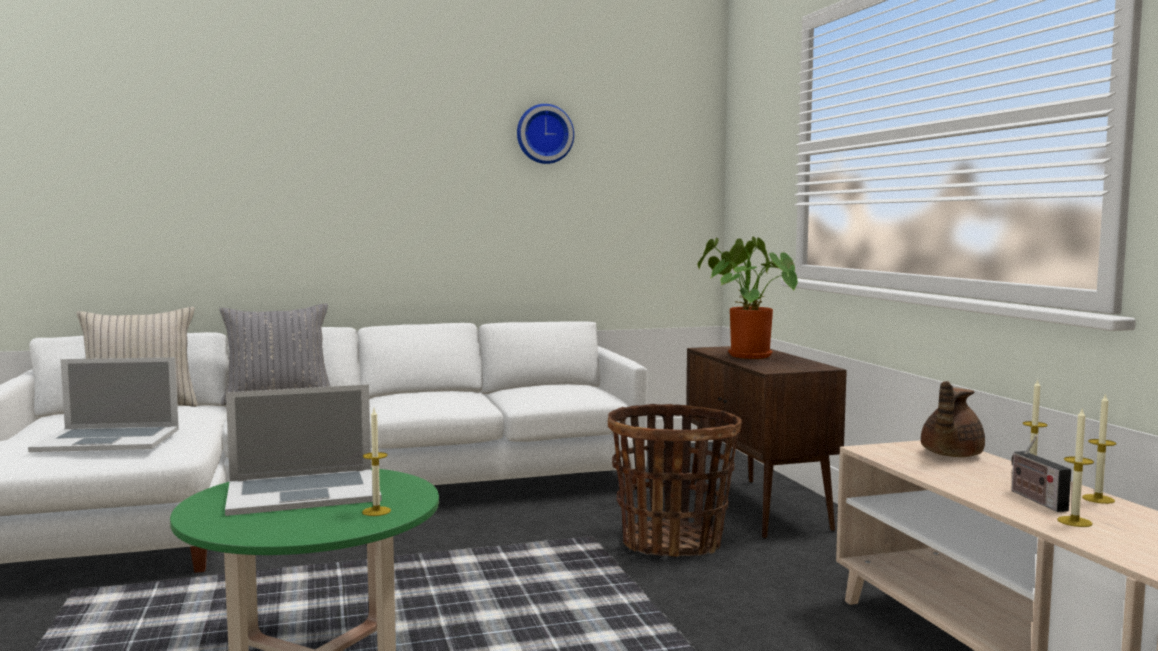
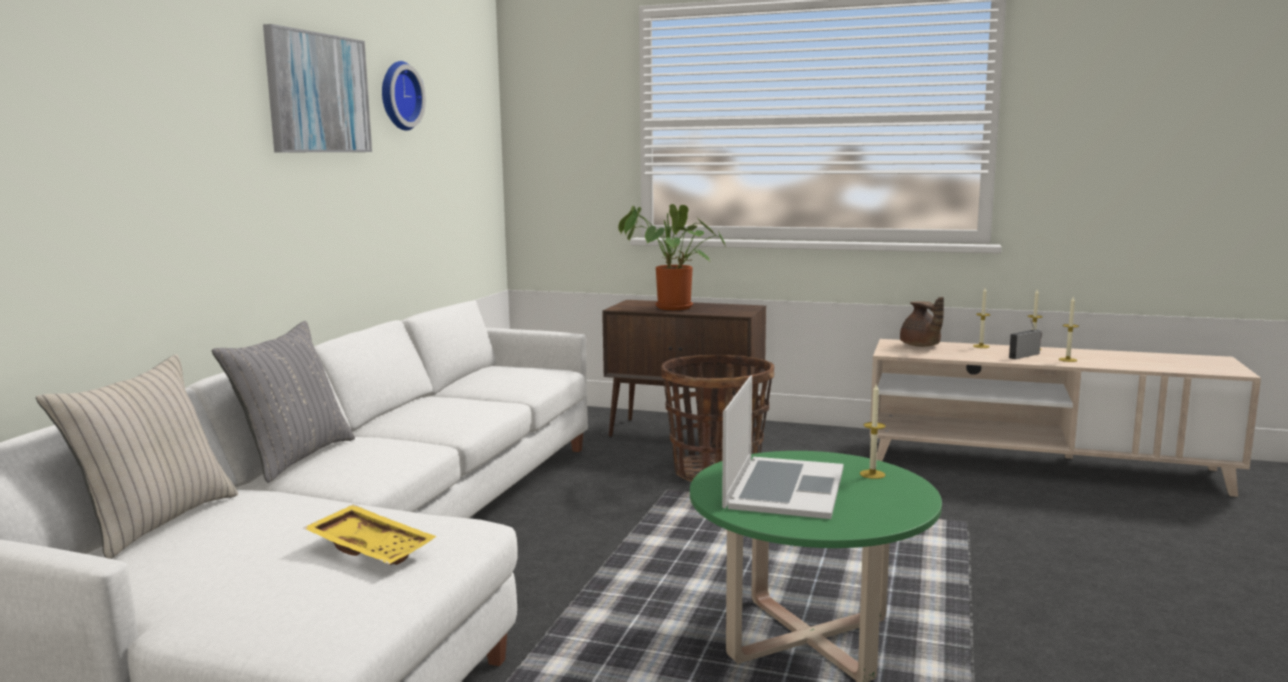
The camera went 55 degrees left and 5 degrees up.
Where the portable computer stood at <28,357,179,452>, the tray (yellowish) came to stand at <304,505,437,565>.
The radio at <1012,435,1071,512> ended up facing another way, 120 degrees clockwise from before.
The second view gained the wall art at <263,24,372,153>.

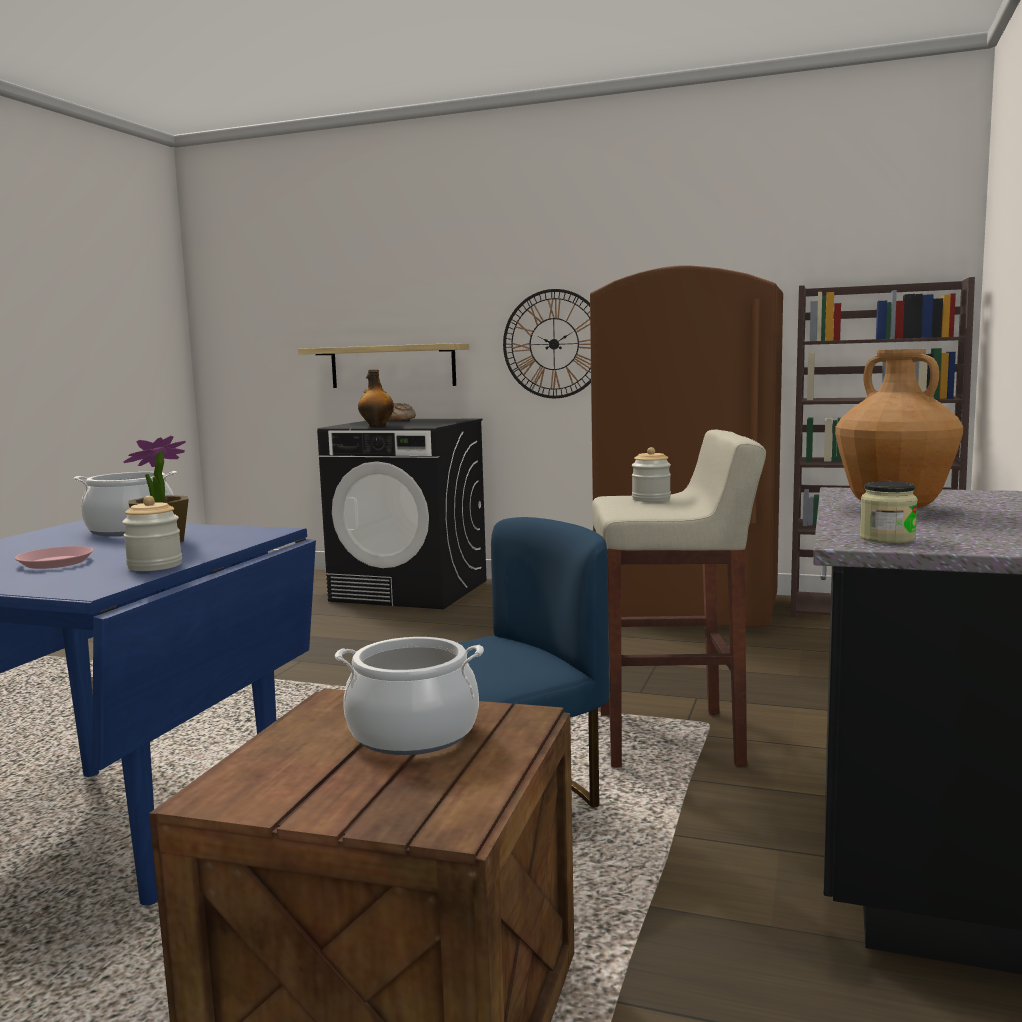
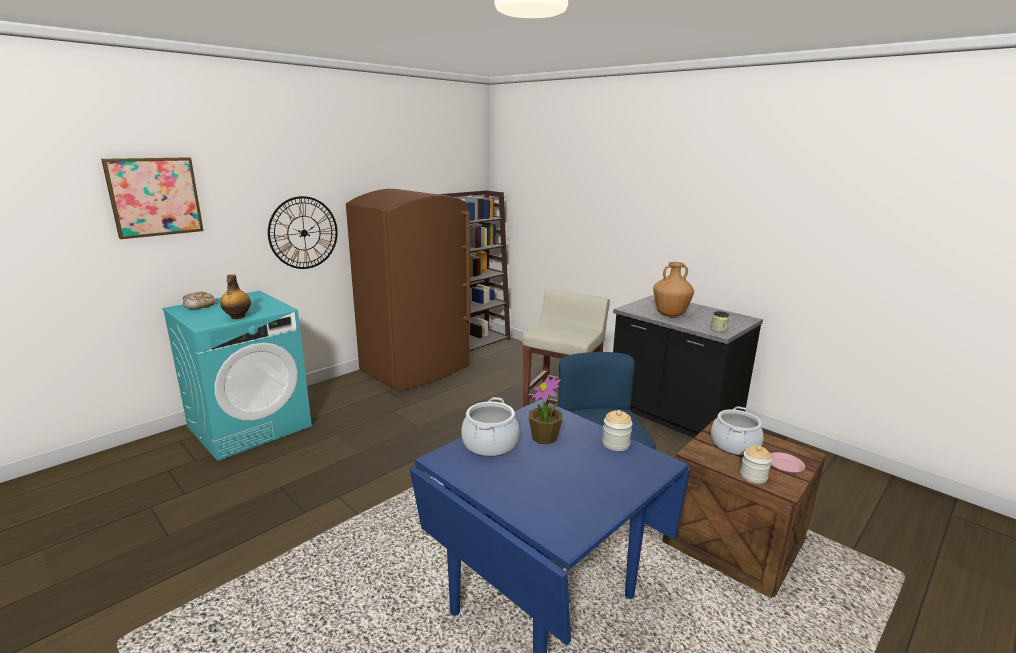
The camera went 65 degrees left and 10 degrees up.
The second view lost the bracket shelf at <298,343,469,388>.
What was the washing machine (black) at <317,419,487,609> turned into the washing machine (turquoise-coloured) at <162,291,312,461>.
The preserve jar ended up elsewhere, having gone from <632,447,671,502> to <740,445,772,484>.
The plate (pink-coloured) ended up elsewhere, having gone from <15,546,93,569> to <770,452,805,474>.
The second view gained the wall art at <101,157,204,239>.

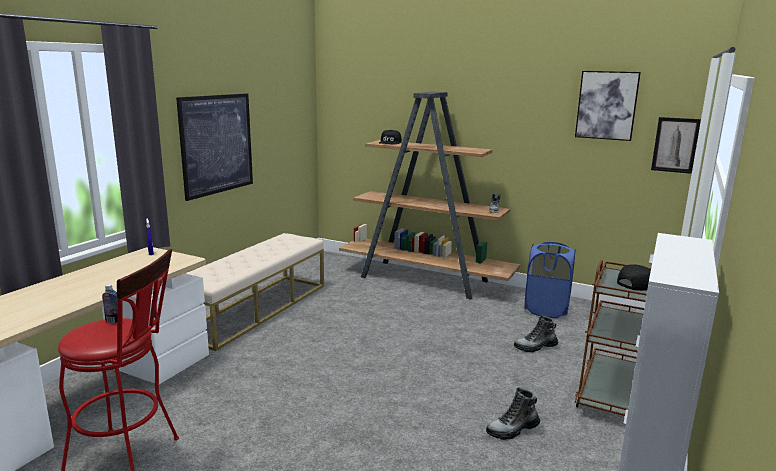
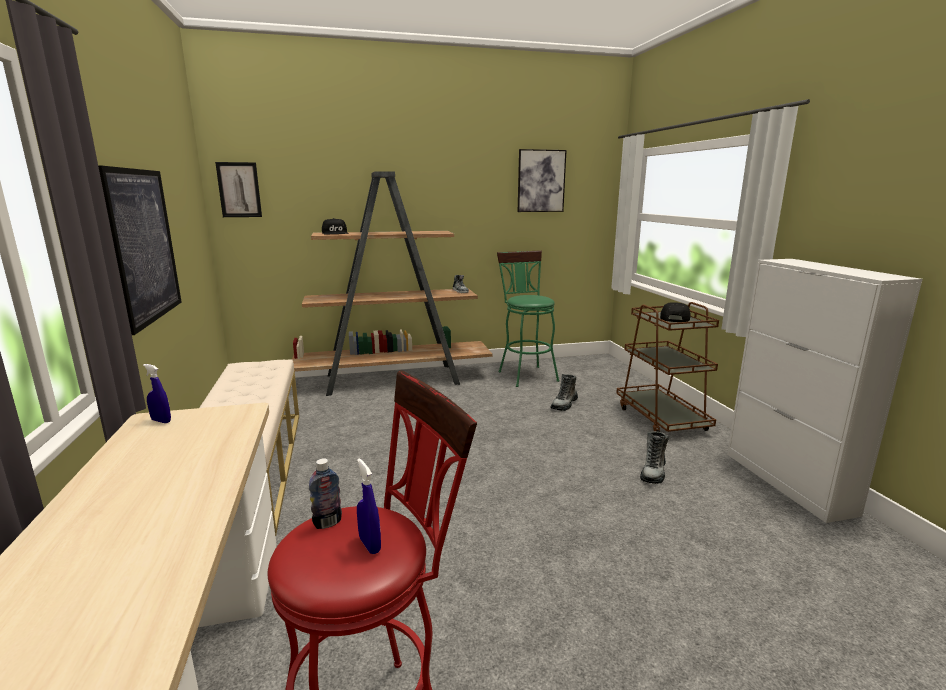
The camera went 40 degrees left and 0 degrees up.
The wall art ended up elsewhere, having gone from <651,117,701,174> to <215,162,262,217>.
Where the hamper (blue) stood at <525,242,576,318>, the stool (greenish) came to stand at <497,250,559,387>.
The second view gained the hand sprayer (blue) at <357,458,381,554>.

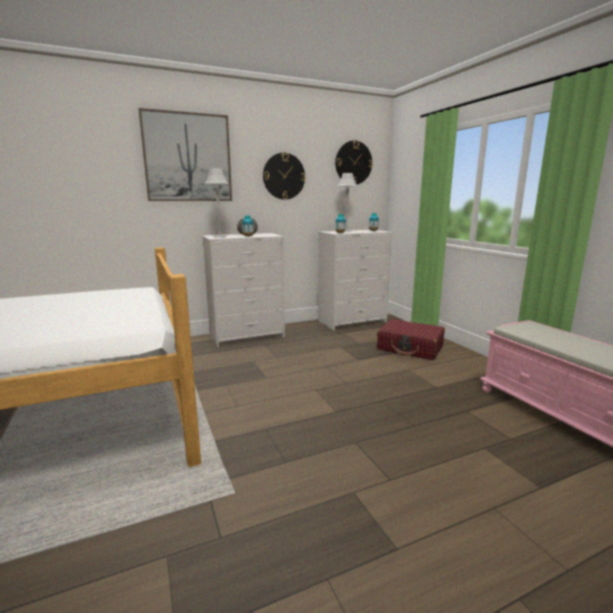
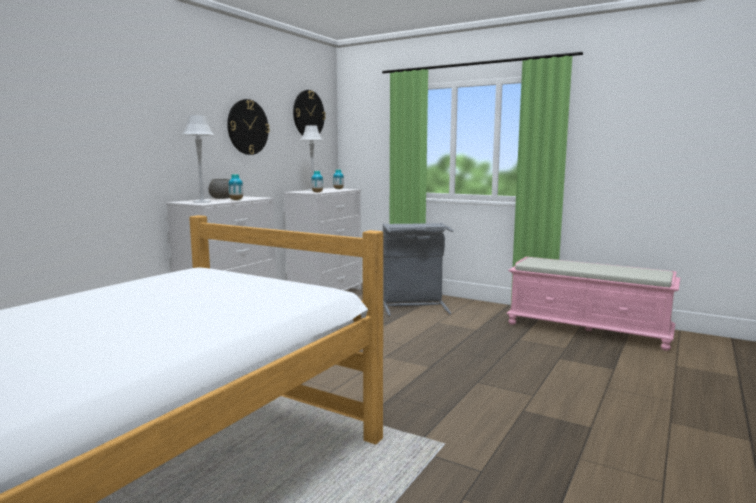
The camera went 35 degrees left and 5 degrees down.
The second view lost the wall art at <139,108,232,201>.
Where the piece of luggage (reddish) stood at <377,319,445,360>, the hamper (greyish) came to stand at <383,223,453,316>.

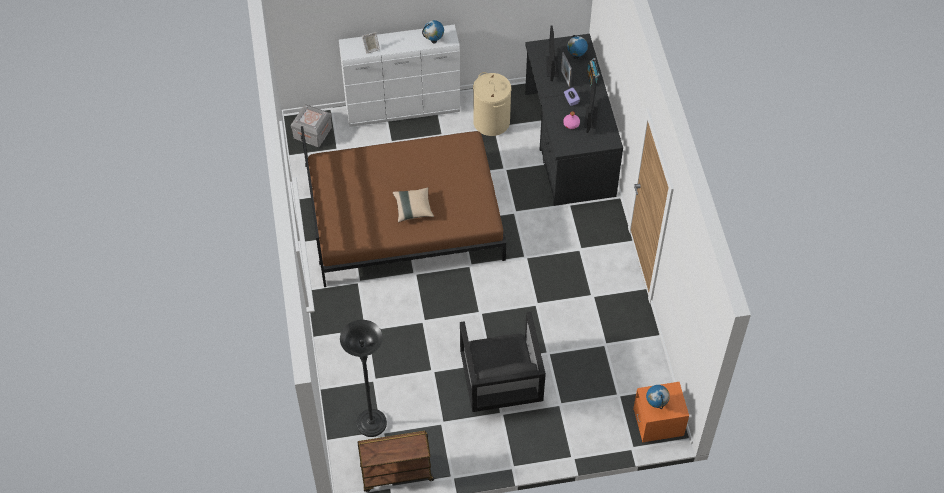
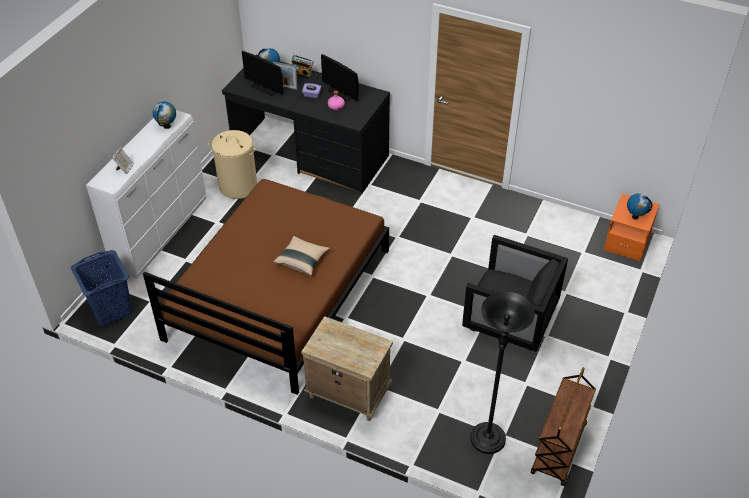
The camera went 55 degrees left and 10 degrees down.
Where the storage container (greyish) stood at <291,104,332,147>, the hamper (blue) came to stand at <71,250,132,326>.
The second view gained the night table (beige-coloured) at <301,316,393,421>.

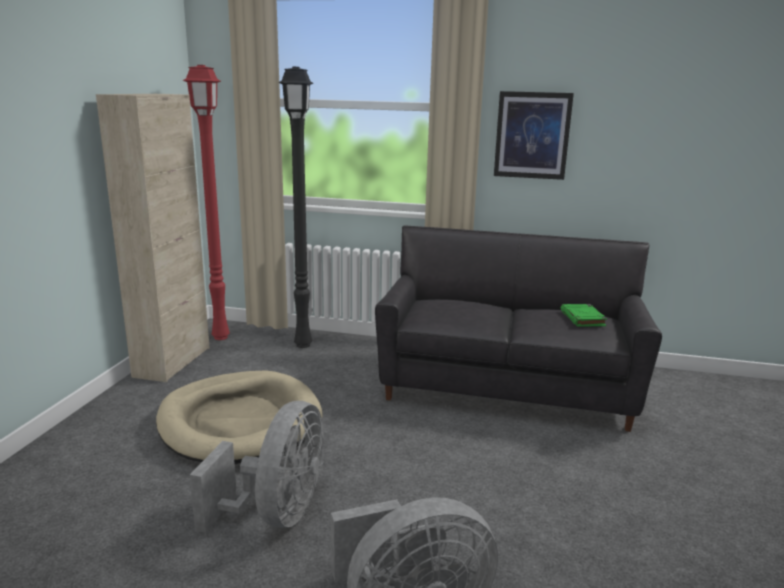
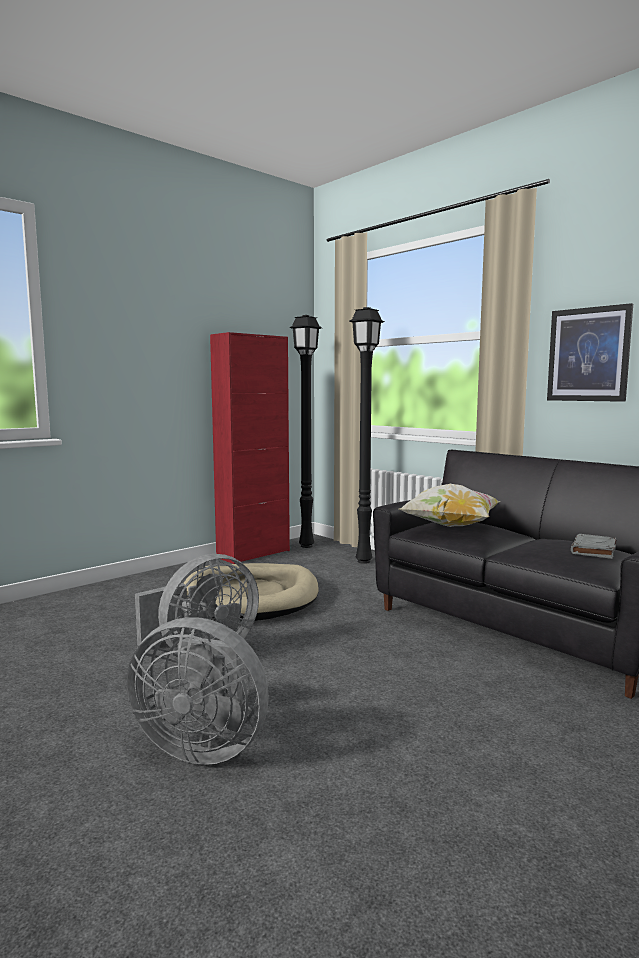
The camera went 35 degrees right and 10 degrees down.
What was the standing lamp (reddish) at <183,65,230,340> turned into the standing lamp (black) at <289,315,322,548>.
What was the storage cabinet (beige-coloured) at <96,94,210,382> turned into the storage cabinet (reddish) at <210,332,290,564>.
What was the bound book (greenish) at <560,304,607,327> turned into the bound book (greyish) at <571,534,616,559>.
The second view gained the pillow at <400,484,501,527>.

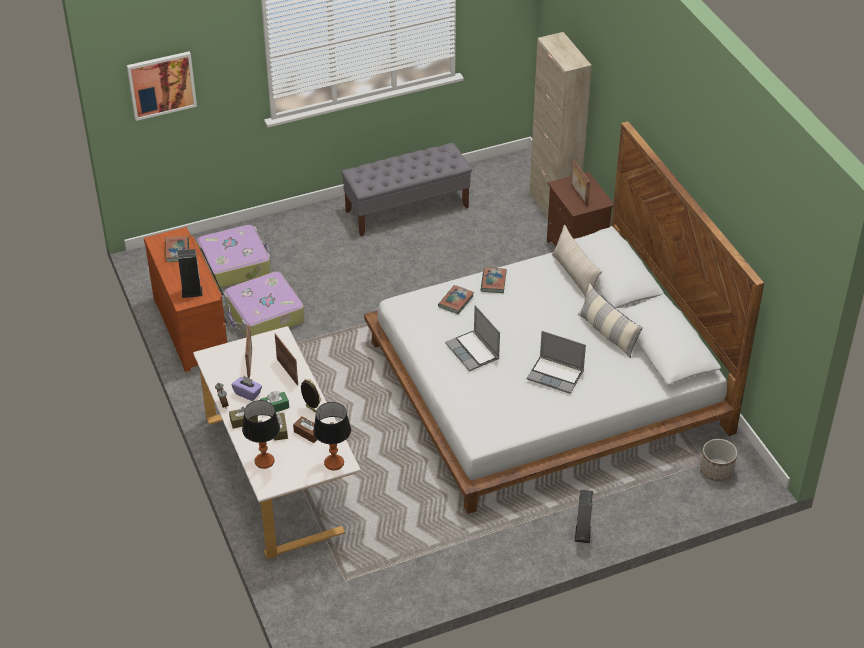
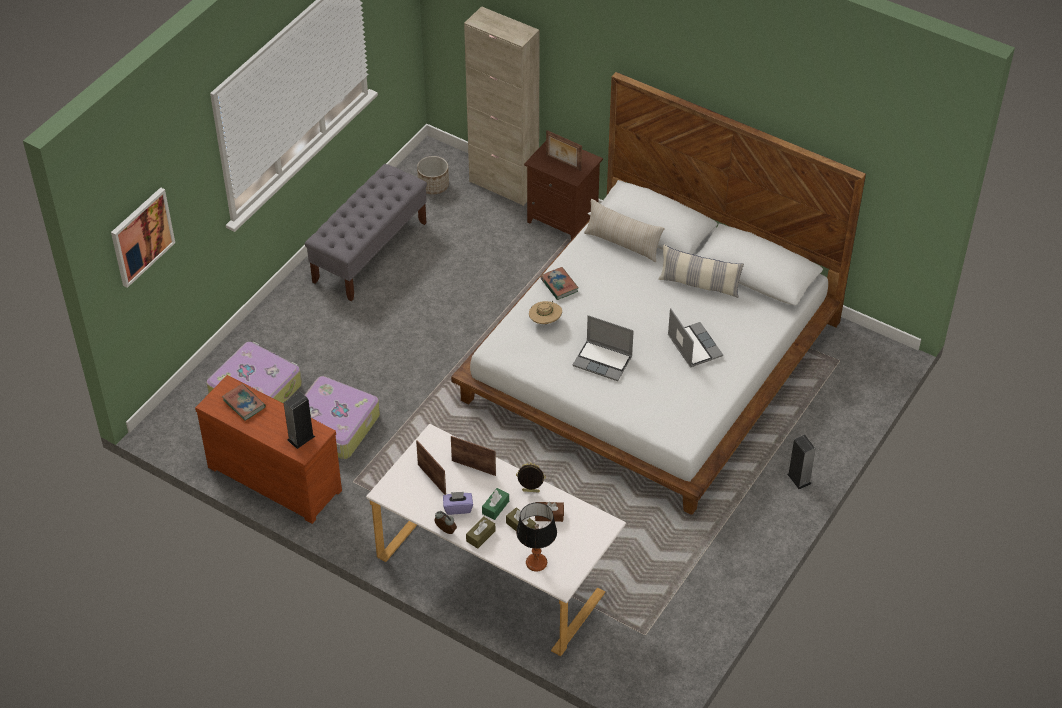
The camera went 35 degrees left and 5 degrees up.
Where the bound book stood at <438,285,474,314>, the hat (beige-coloured) came to stand at <529,301,562,324>.
The portable computer at <527,331,586,394> ended up facing another way, 105 degrees counterclockwise from before.
The second view lost the lamp for a table at <313,402,351,470>.
The flower pot ended up elsewhere, having gone from <700,439,737,481> to <417,156,449,195>.

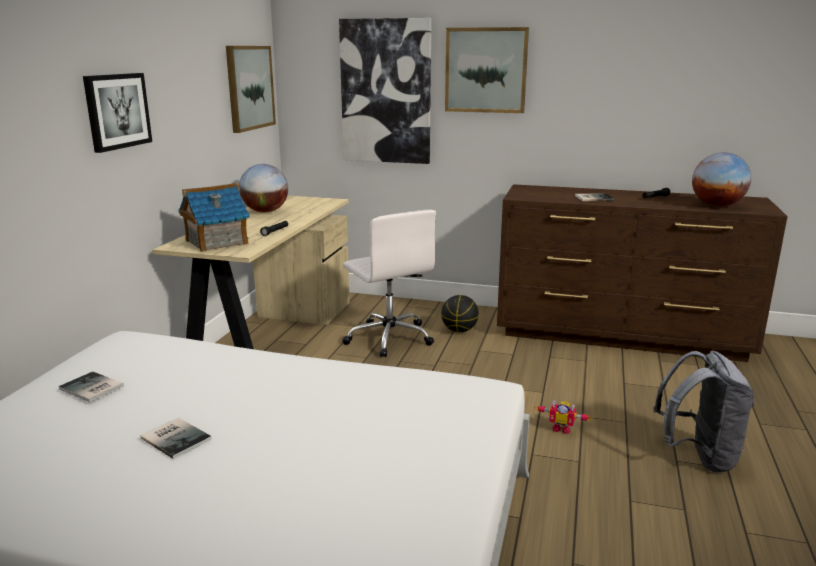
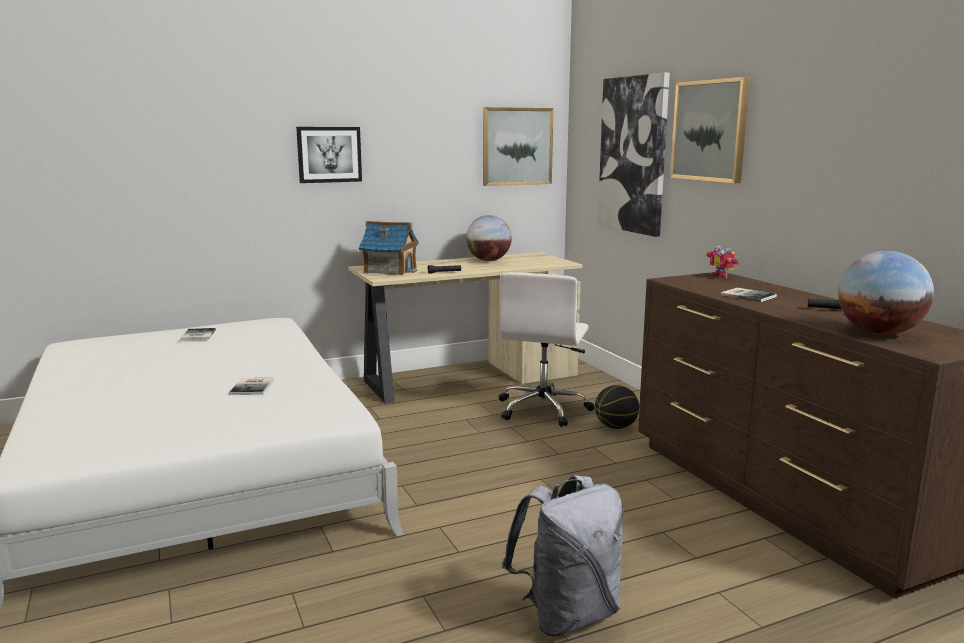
The camera went 50 degrees right and 5 degrees down.
The model robot ended up elsewhere, having gone from <534,400,592,434> to <706,246,740,278>.
The bound book ended up elsewhere, having gone from <140,418,212,459> to <229,378,274,395>.

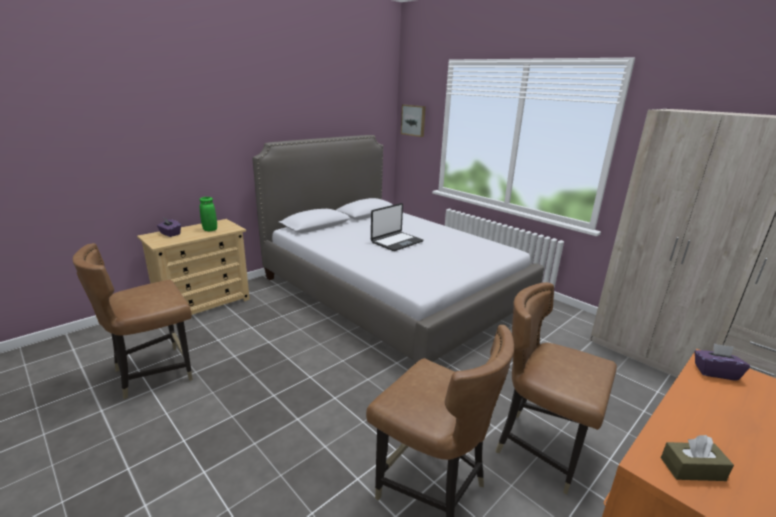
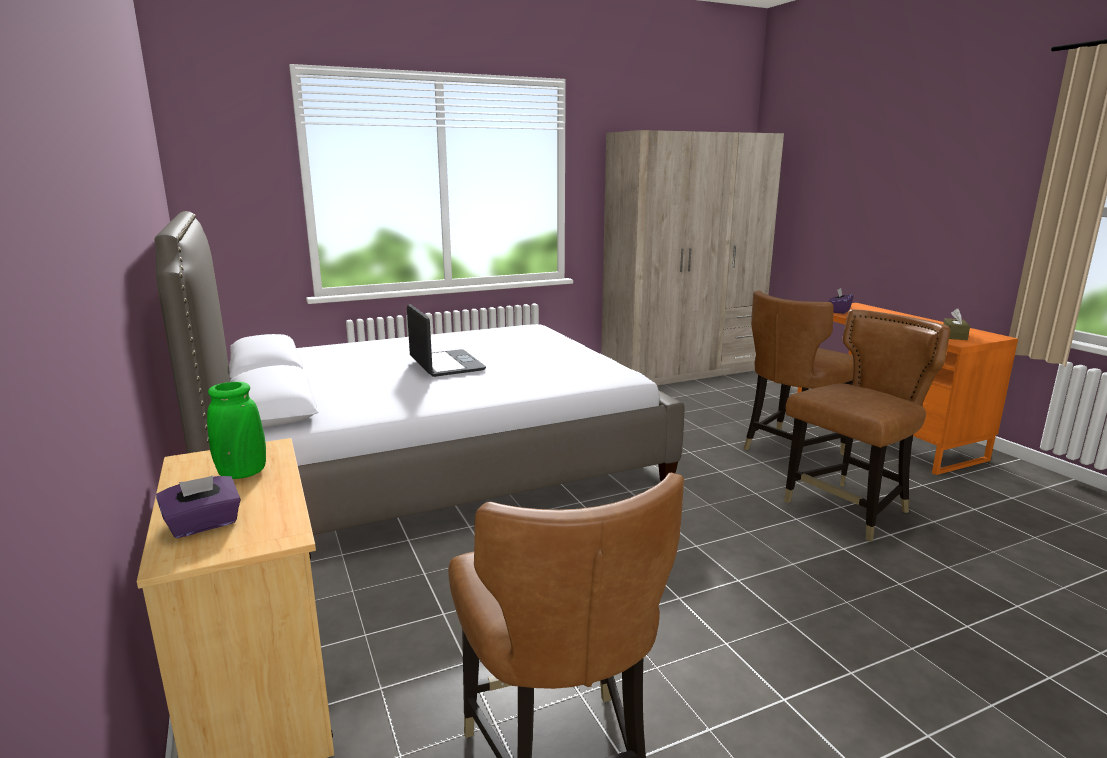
The camera went 70 degrees left and 5 degrees down.
The second view lost the wall art at <401,105,426,137>.

